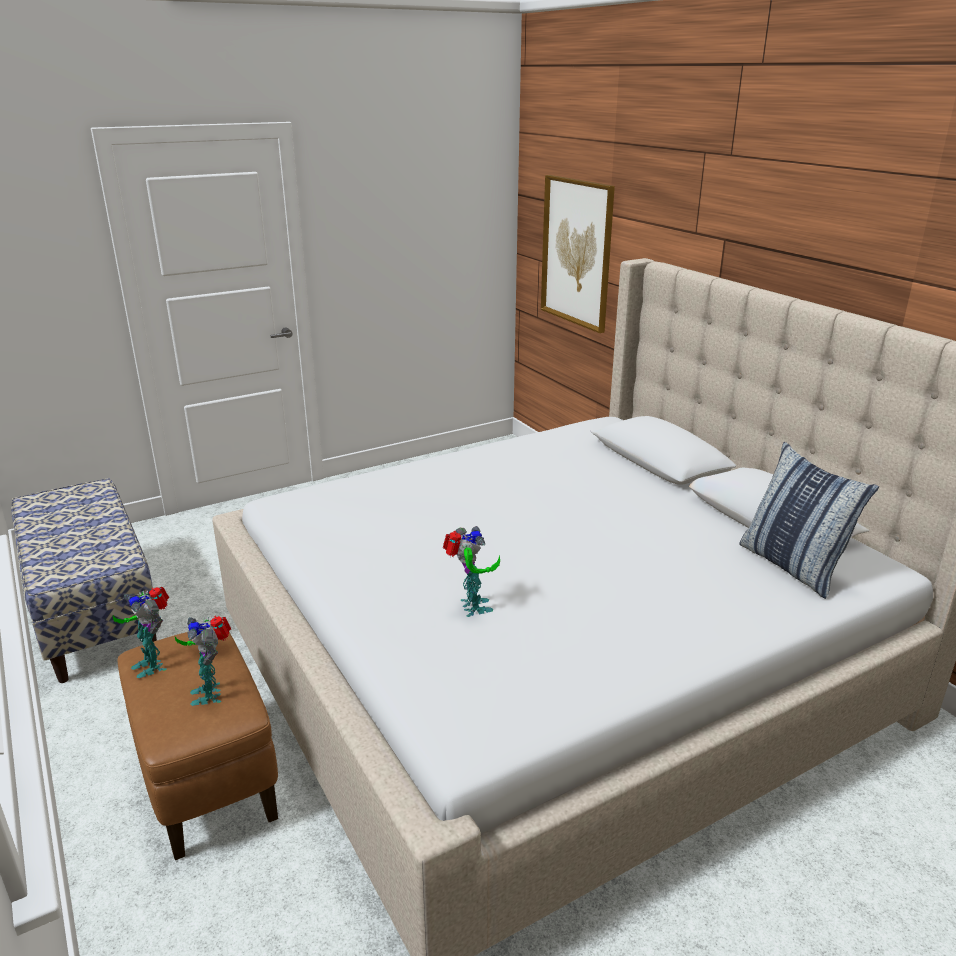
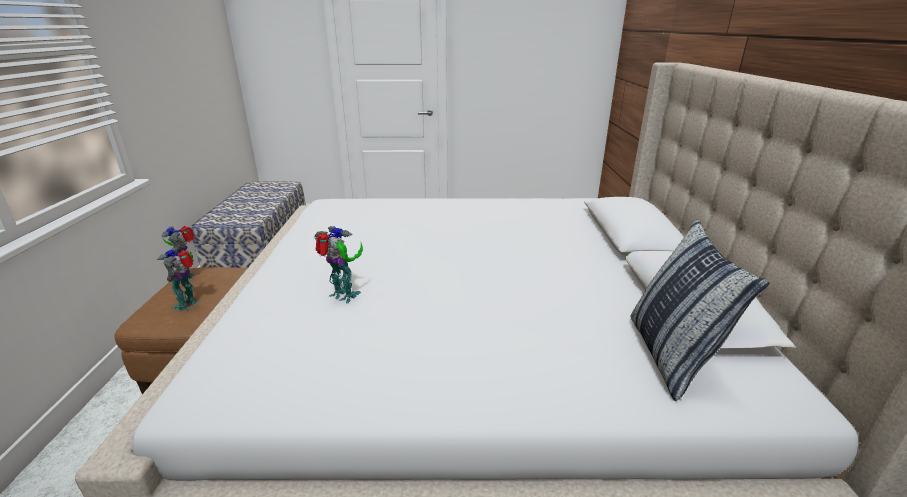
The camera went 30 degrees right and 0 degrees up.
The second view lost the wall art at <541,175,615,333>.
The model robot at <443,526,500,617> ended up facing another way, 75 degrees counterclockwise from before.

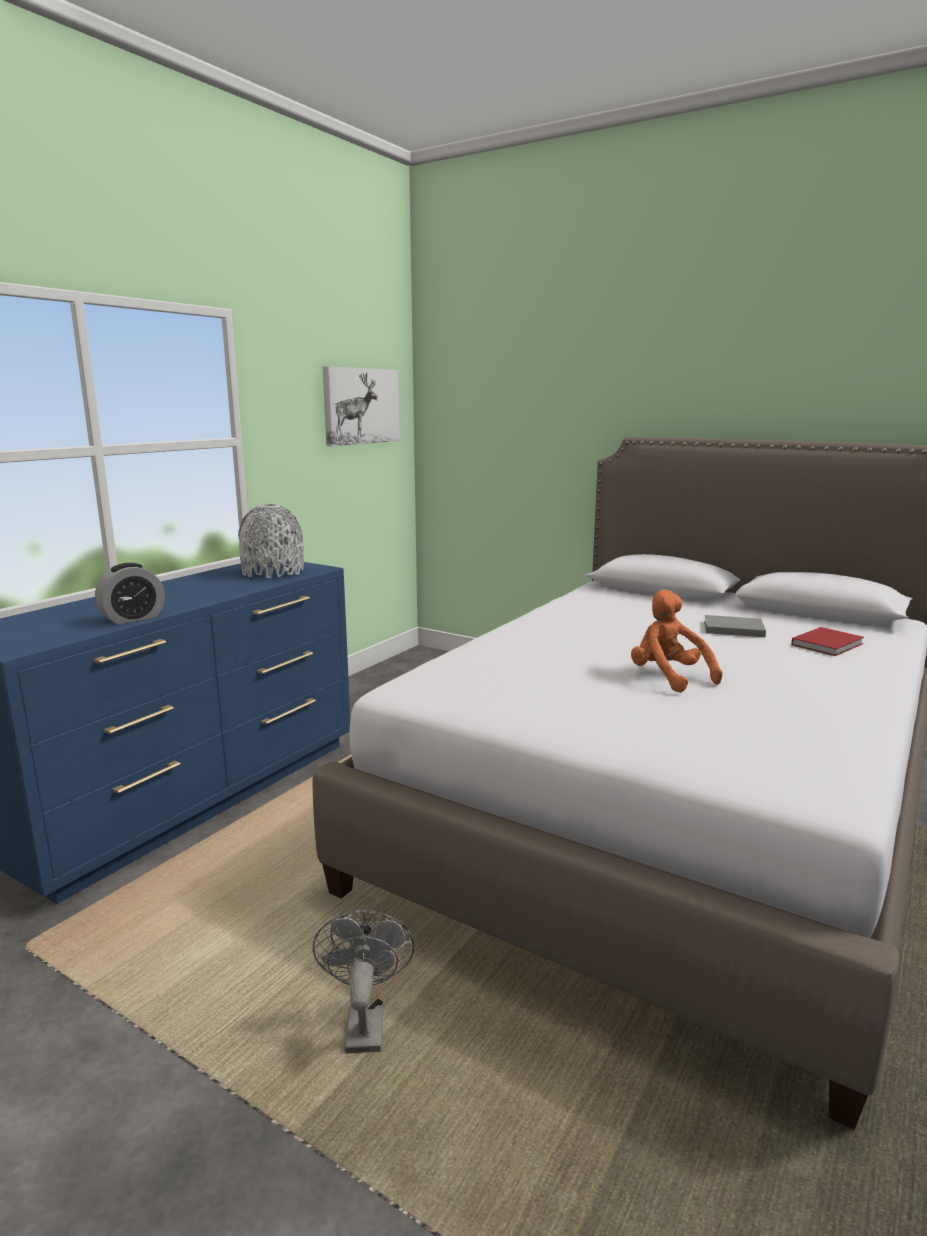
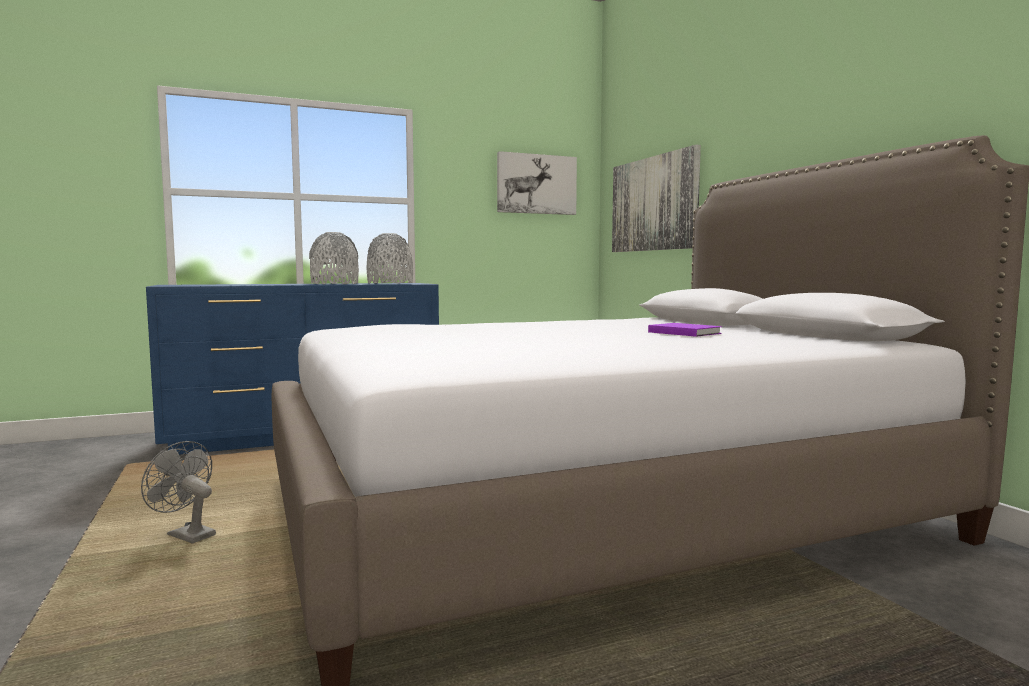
The camera went 35 degrees right and 10 degrees down.
The second view lost the alarm clock at <95,563,165,624>.
The second view lost the soft toy (orangey) at <631,589,723,693>.
What was the bound book (greyish) at <704,615,766,637> turned into the bound book (purple) at <648,323,722,337>.
The second view lost the bound book (reddish) at <791,627,864,656>.
The cooling fan (greyish) at <313,910,415,1053> ended up facing another way, 90 degrees counterclockwise from before.
The second view gained the wall art at <612,145,701,252>.
The second view gained the vase (greyish) at <309,232,359,284>.

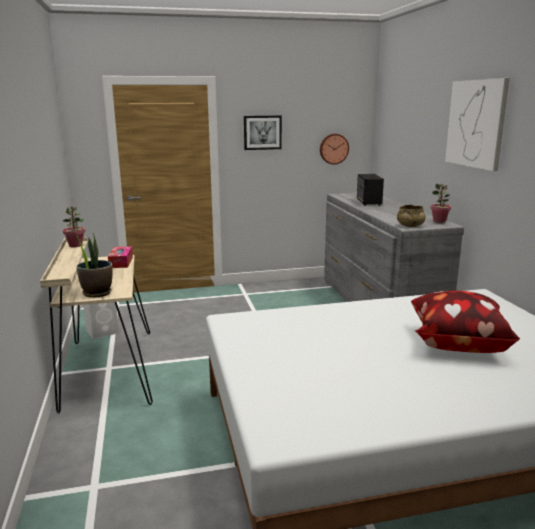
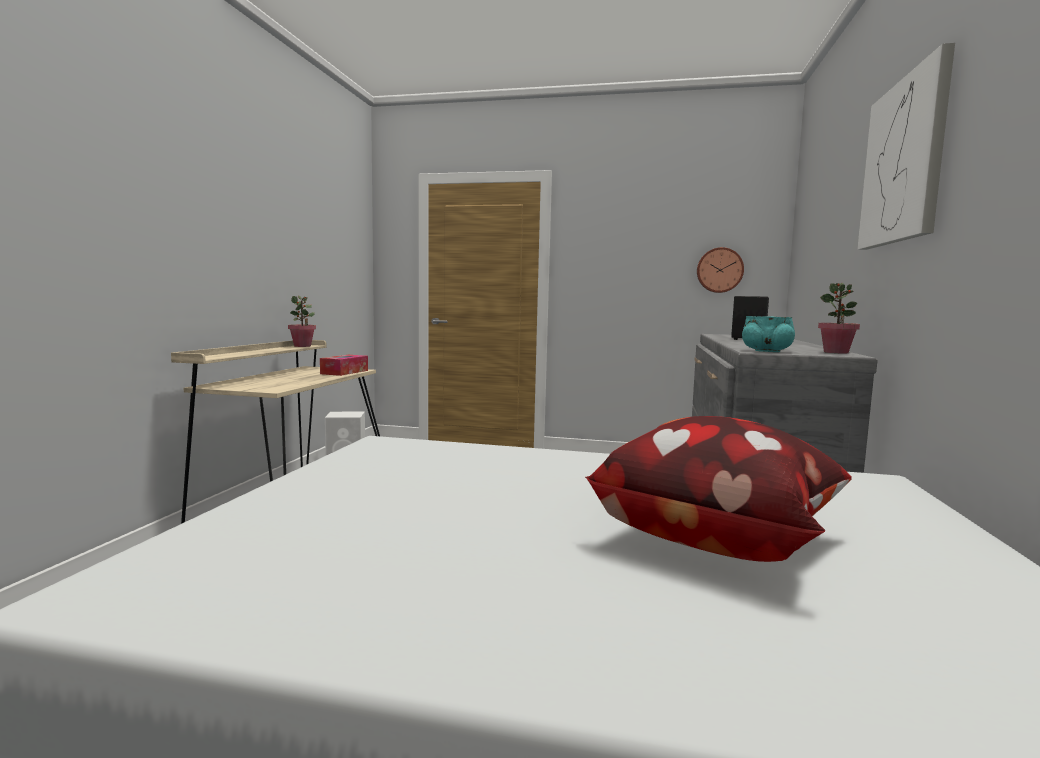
The camera went 25 degrees right and 10 degrees down.
The second view lost the wall art at <244,115,282,150>.
What was the deep dish (beige-coloured) at <397,205,426,227> turned into the deep dish (turquoise-coloured) at <742,316,795,352>.
The second view lost the plant in a pot at <74,232,113,298>.

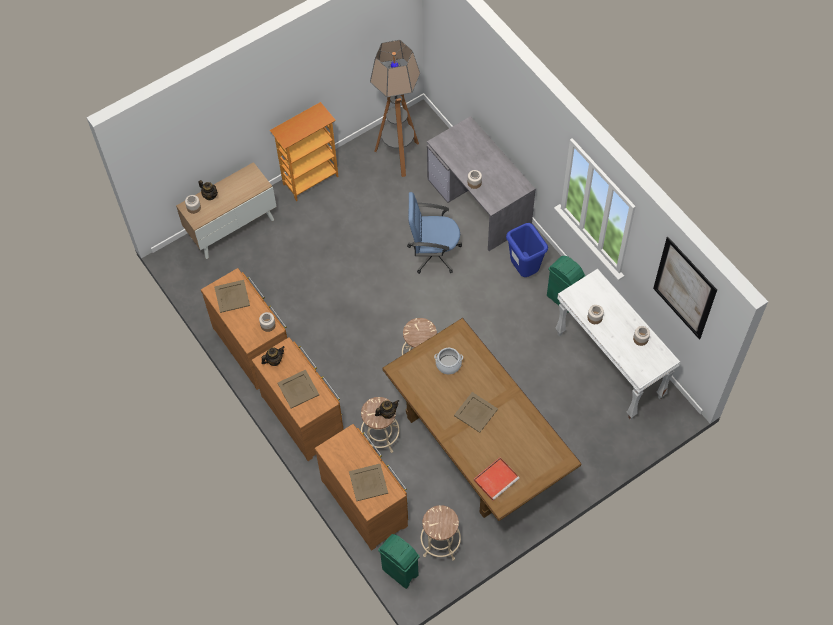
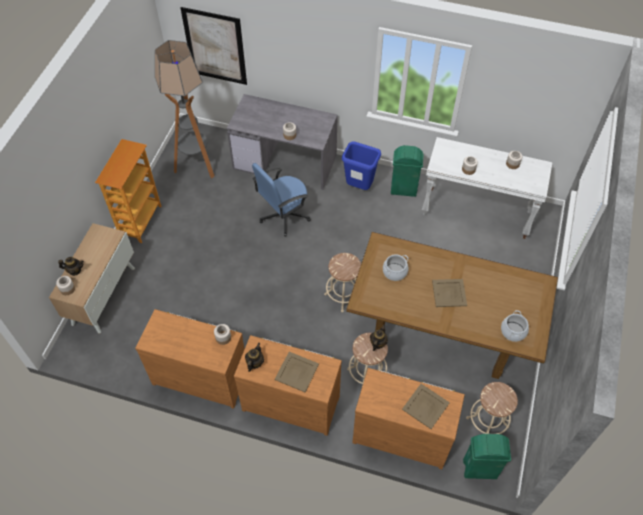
The camera went 40 degrees left and 5 degrees down.
The wall art ended up elsewhere, having gone from <653,237,717,340> to <180,7,247,85>.
The second view lost the tray (beige-coloured) at <214,280,250,313>.
Where the tray (reddish) stood at <474,457,520,501>, the saucepot came to stand at <501,310,529,342>.

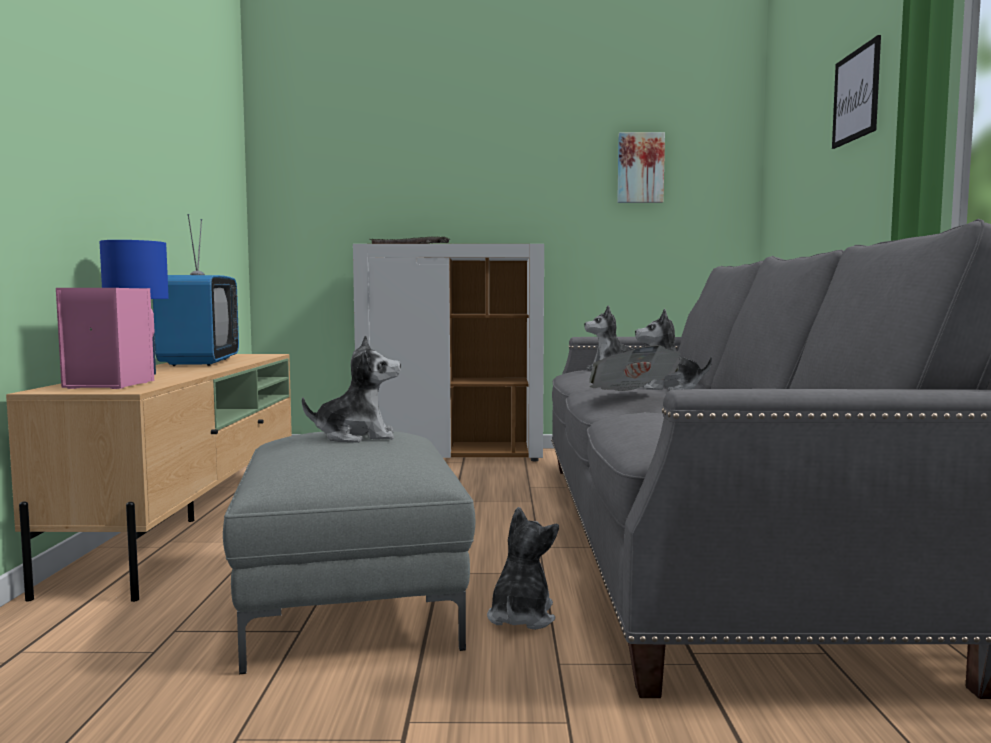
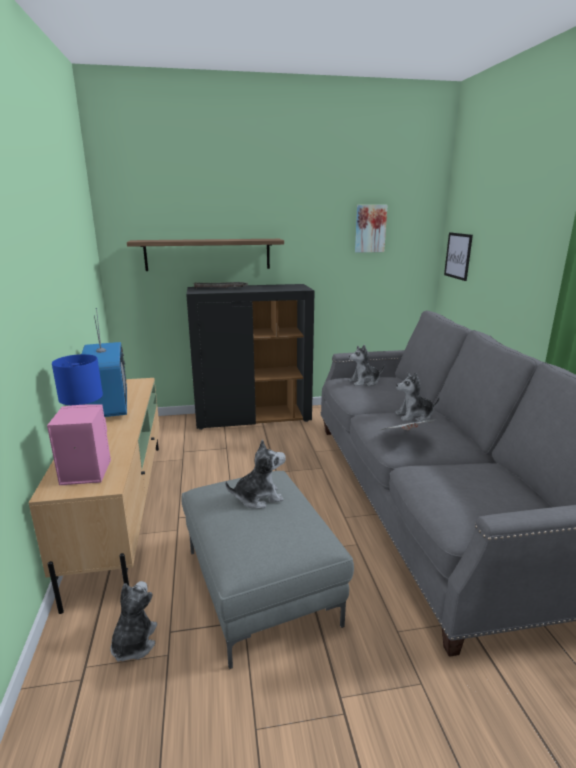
The camera went 10 degrees left and 15 degrees up.
The wall art ended up elsewhere, having gone from <832,35,881,149> to <444,232,473,281>.
What was the storage cabinet (white) at <353,244,544,461> turned into the storage cabinet (black) at <186,284,315,430>.
The soft toy ended up elsewhere, having gone from <487,507,559,630> to <110,581,157,662>.
The second view gained the bracket shelf at <127,239,284,271>.

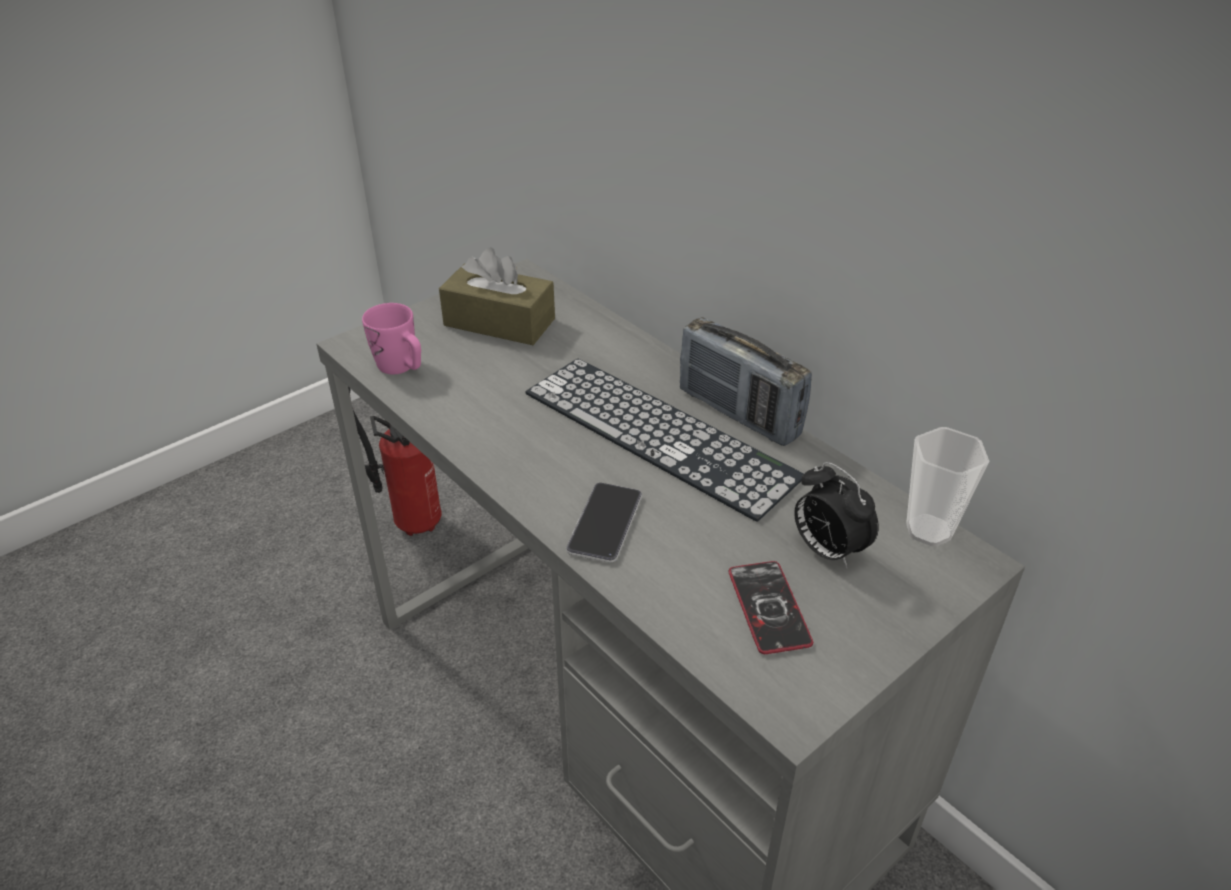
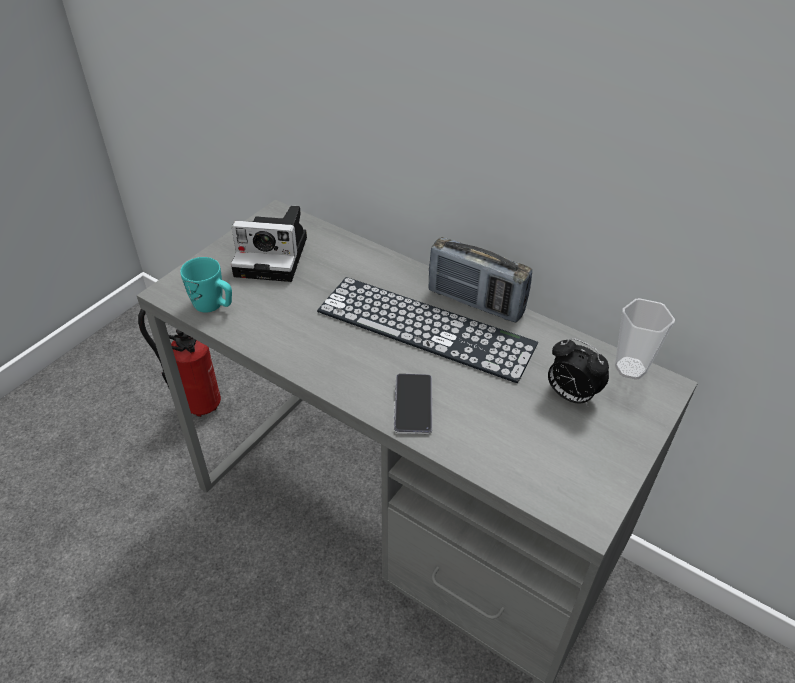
The camera went 15 degrees left and 5 degrees up.
Where the tissue holder (brown) stood at <439,247,555,345>, the photo camera came to stand at <231,206,307,282>.
What was the mug (pink-coloured) at <362,303,421,375> turned into the mug (turquoise-coloured) at <180,257,232,313>.
The second view lost the telephone at <728,561,813,654>.

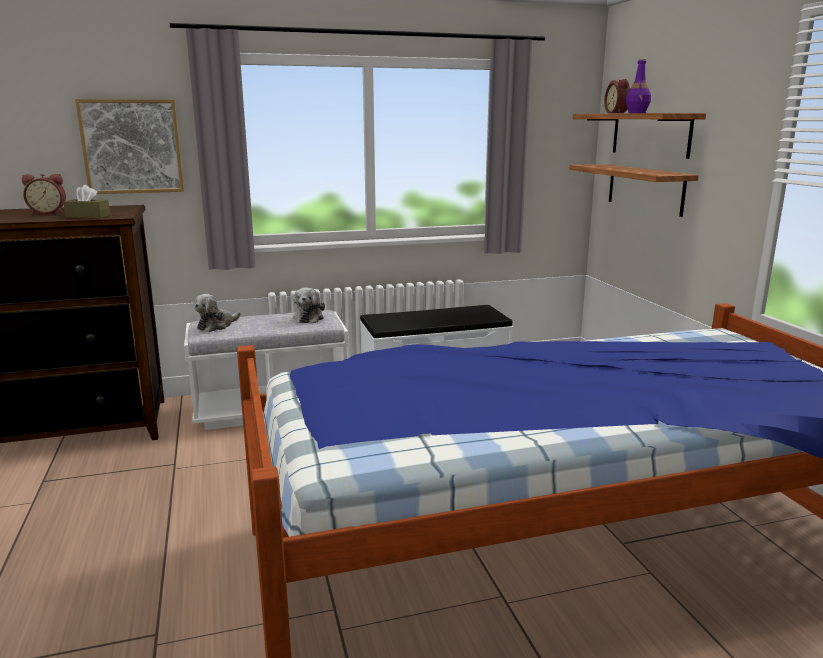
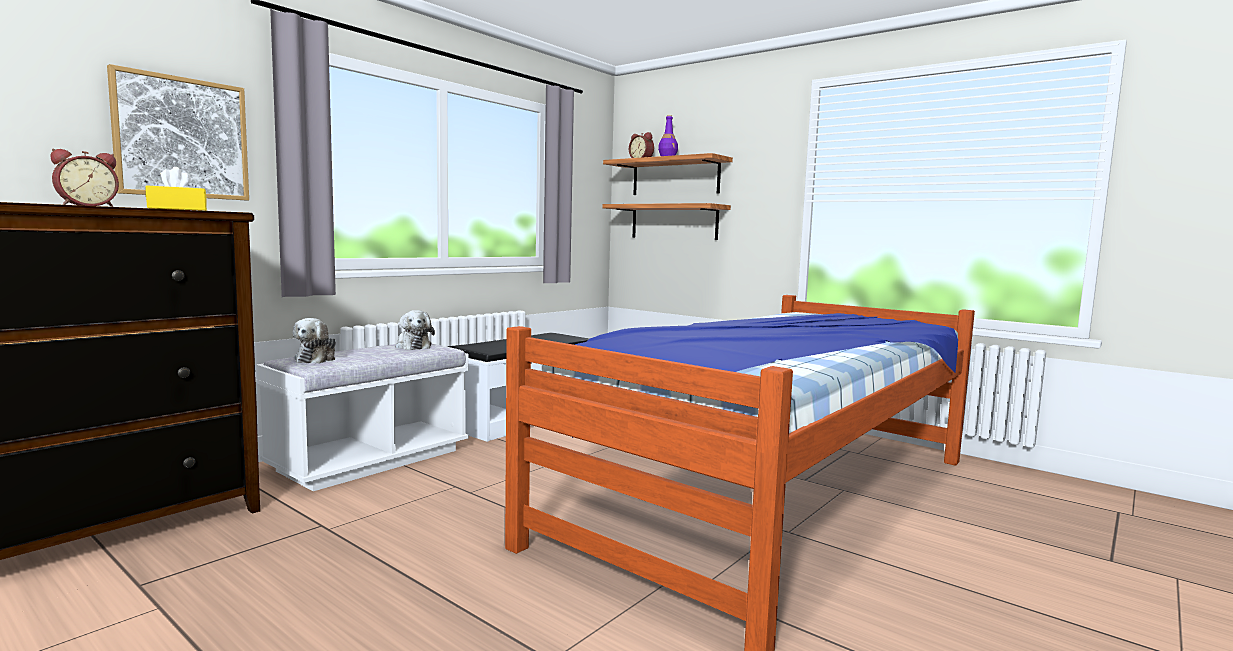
The camera went 35 degrees left and 10 degrees down.
What was the tissue holder (brown) at <63,185,110,218> turned into the tissue holder (yellowish) at <146,167,207,211>.

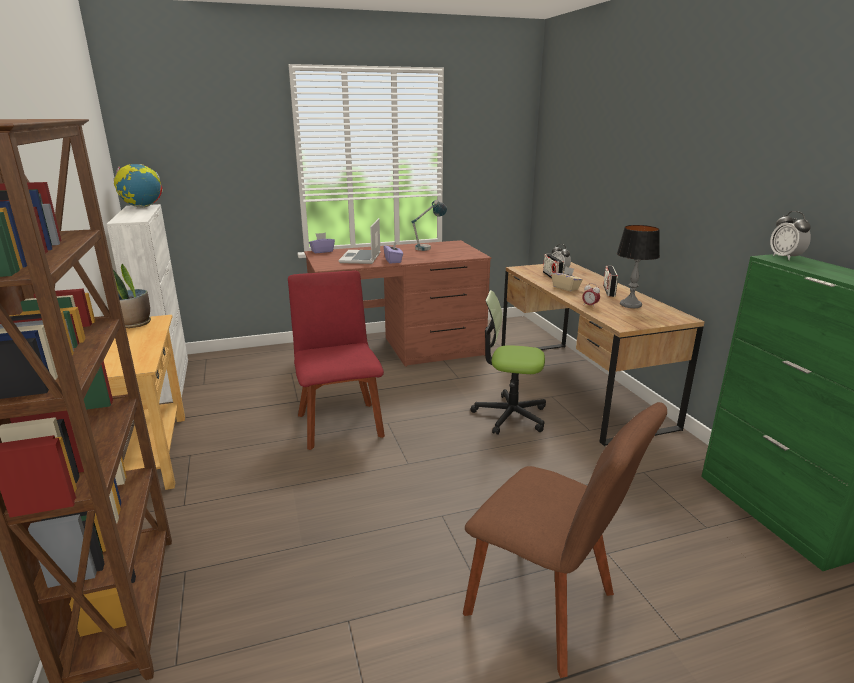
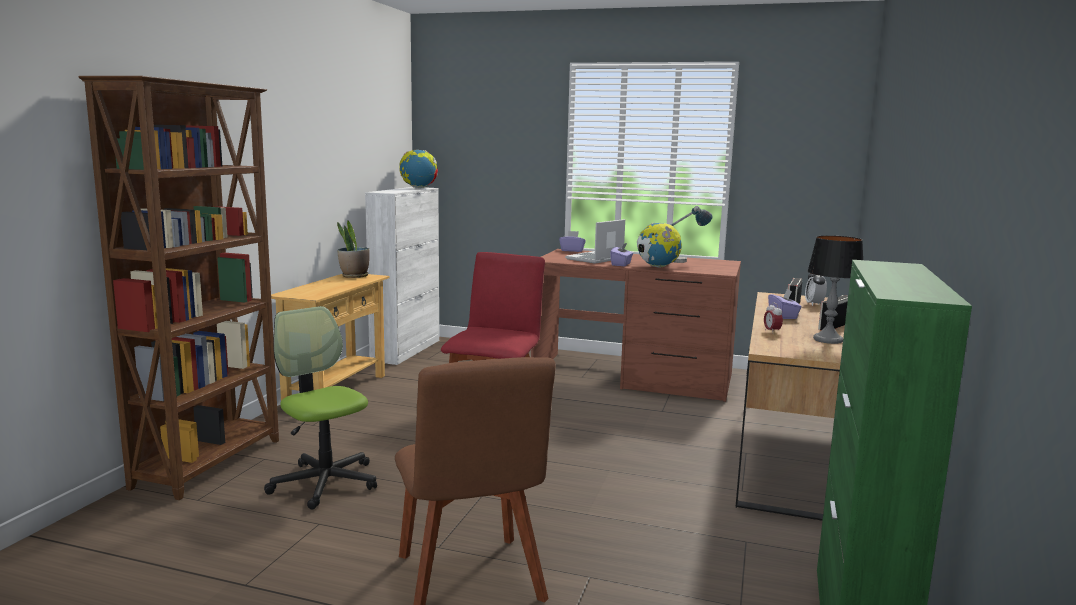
The camera went 35 degrees right and 10 degrees down.
The second view lost the alarm clock at <770,211,811,260>.
What was the tissue holder (beige-coloured) at <552,266,583,292> turned into the tissue holder (purple) at <768,289,802,319>.
The computer chair ended up elsewhere, having gone from <471,290,546,435> to <264,306,377,510>.
The second view gained the world globe at <637,223,682,267>.

